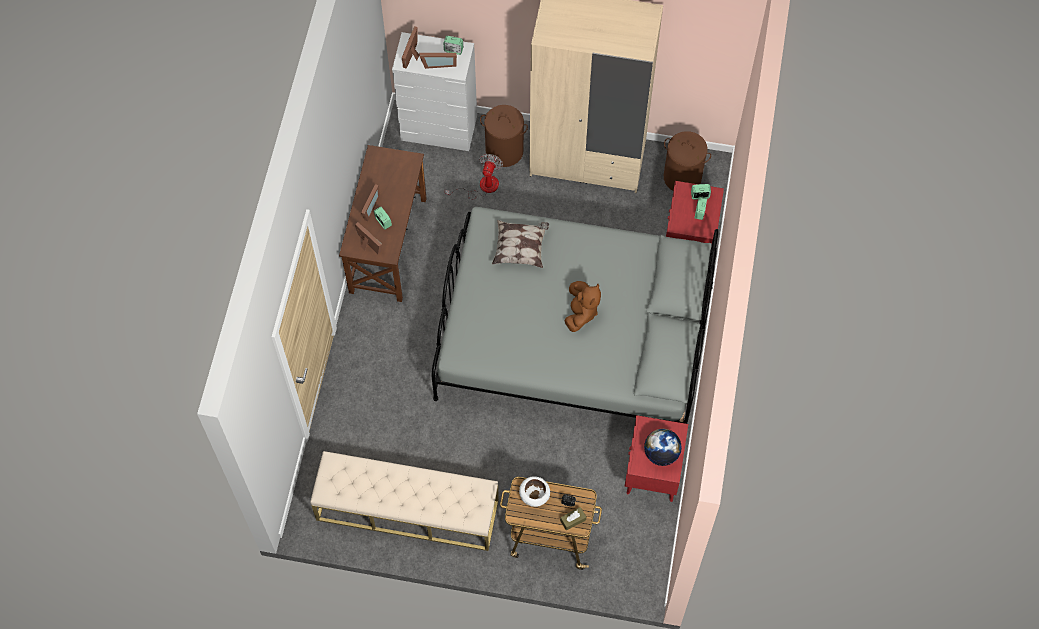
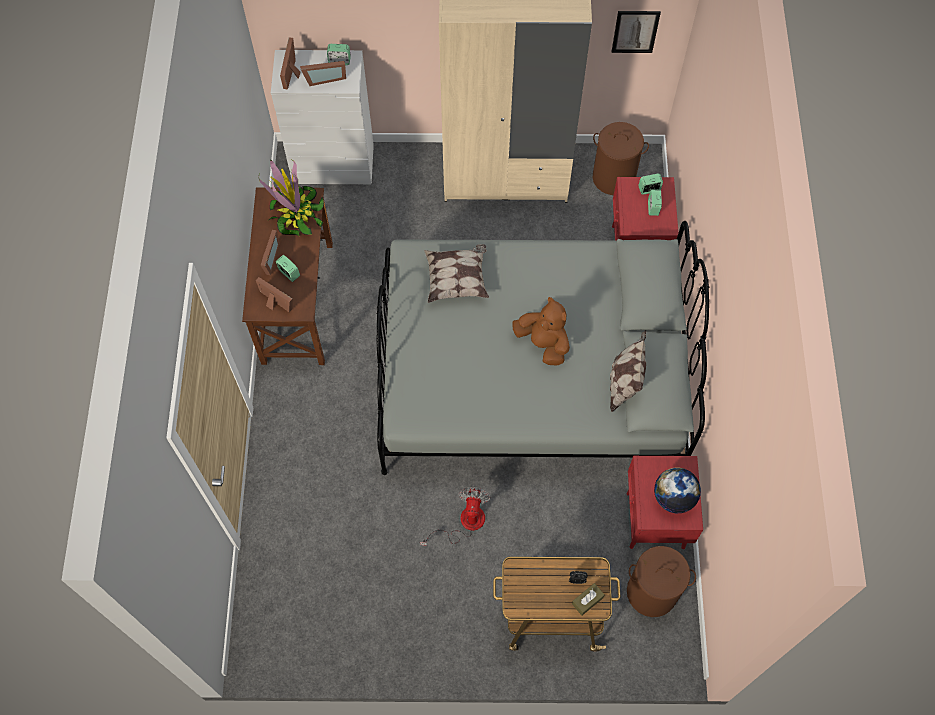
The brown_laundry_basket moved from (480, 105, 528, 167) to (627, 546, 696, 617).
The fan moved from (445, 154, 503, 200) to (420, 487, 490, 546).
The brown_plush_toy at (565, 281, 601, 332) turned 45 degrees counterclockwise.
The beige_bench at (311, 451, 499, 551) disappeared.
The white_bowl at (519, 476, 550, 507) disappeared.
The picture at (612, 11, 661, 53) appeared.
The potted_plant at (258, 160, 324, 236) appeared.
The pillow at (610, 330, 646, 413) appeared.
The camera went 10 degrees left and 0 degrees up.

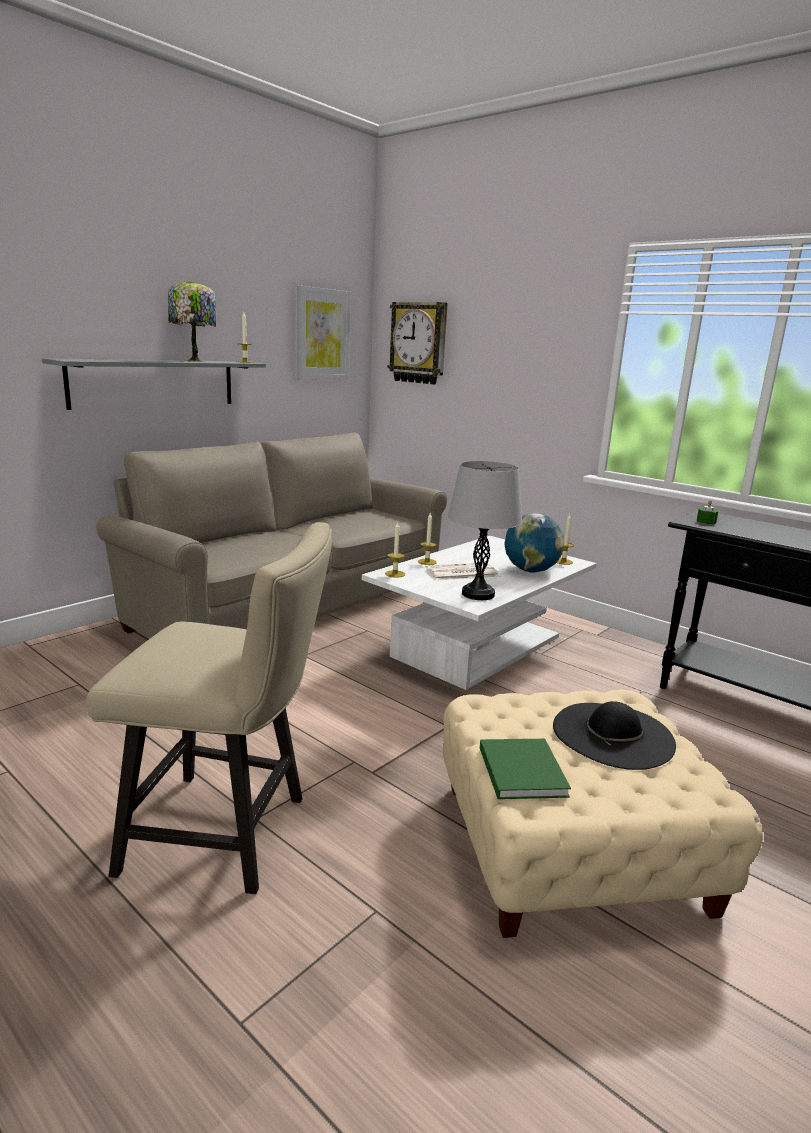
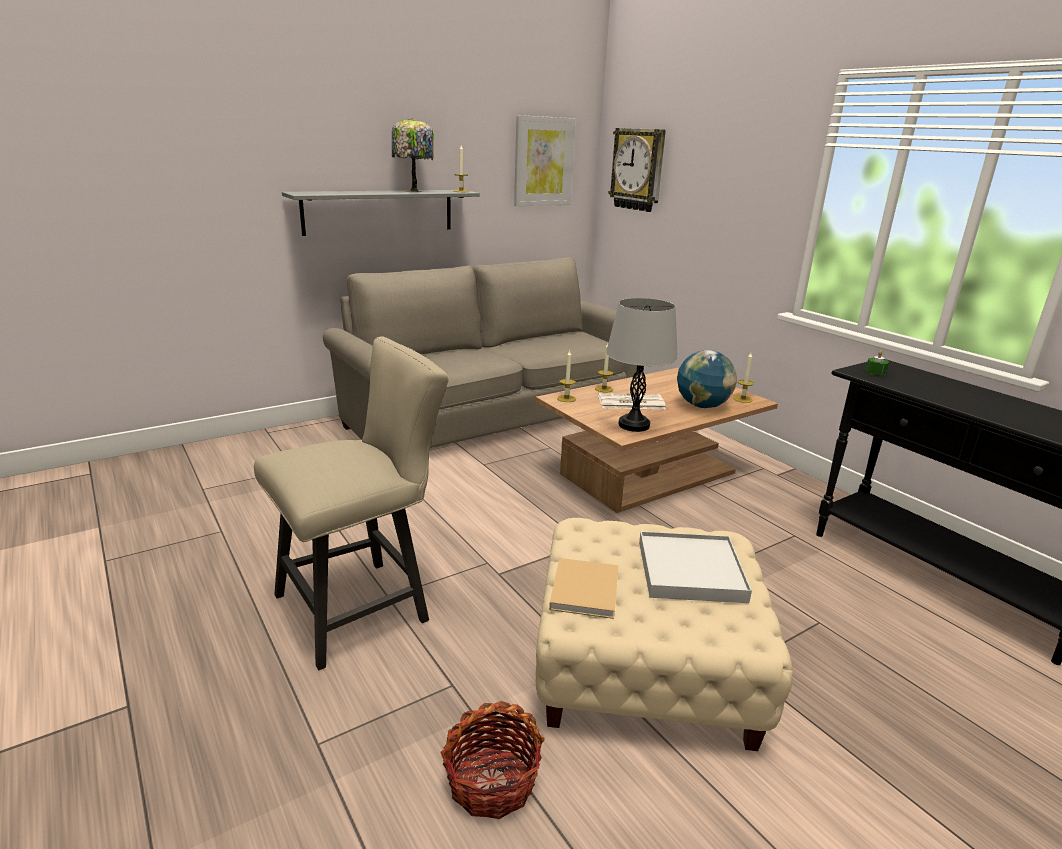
The beige_chair at (86, 522, 332, 894) turned 60 degrees counterclockwise.
The white_coffee_table at (362, 536, 597, 690) became the brown_coffee_table at (535, 367, 778, 513).
The black_hat at (553, 701, 676, 770) was replaced by the white_tray at (639, 531, 752, 603).
The green_book at (480, 739, 571, 799) became the beige_book at (549, 558, 618, 619).
The basket at (441, 701, 545, 819) appeared.
The camera went 15 degrees right and 5 degrees up.

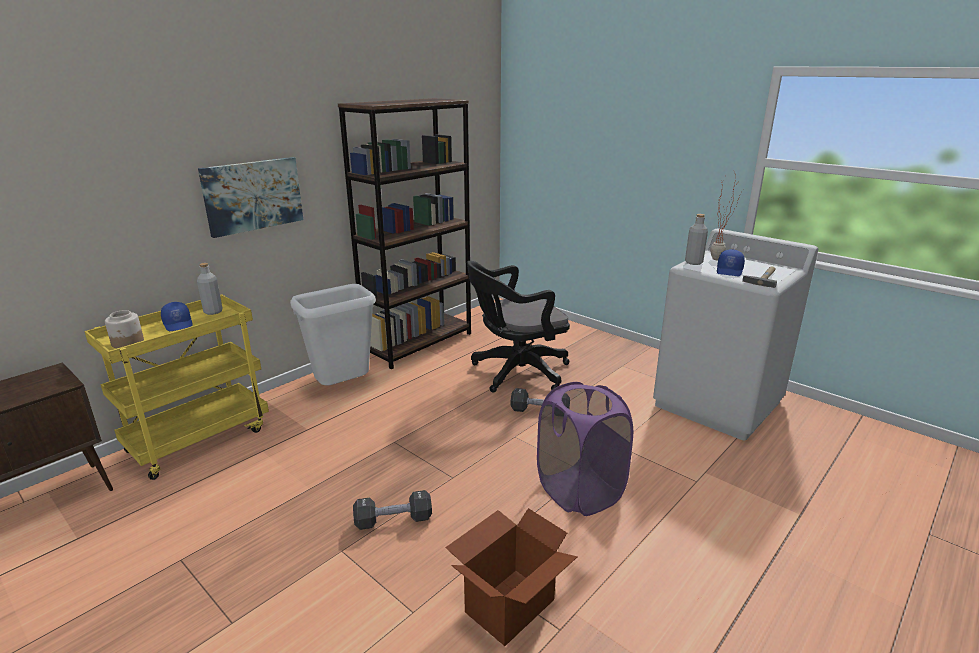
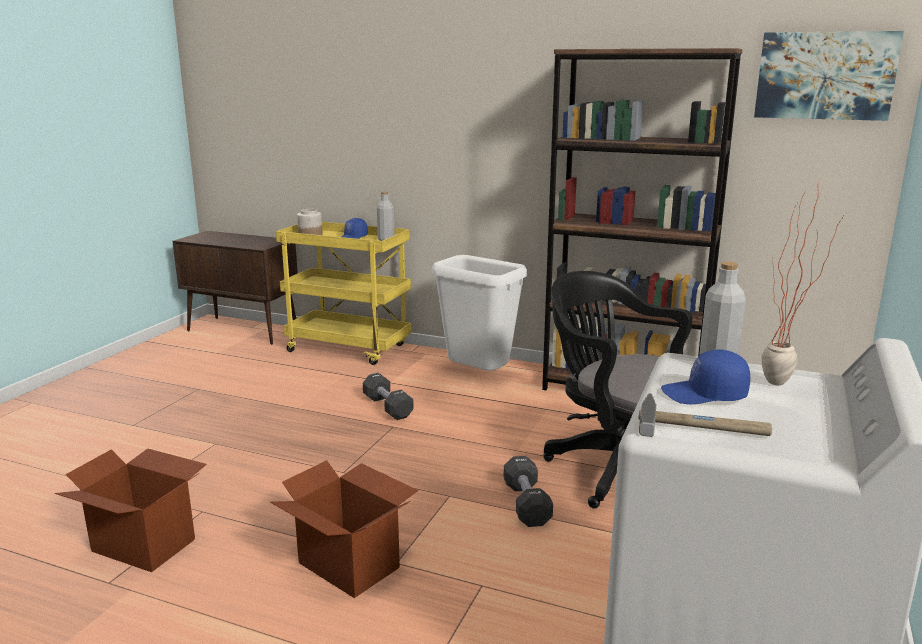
The picture moved from (198, 157, 303, 238) to (754, 31, 904, 121).
The purple_laundry_basket at (537, 382, 633, 516) was replaced by the cardboard_box at (270, 460, 418, 598).
The black_dumbbell moved from (353, 490, 432, 530) to (363, 373, 414, 420).
The camera went 70 degrees right and 5 degrees down.

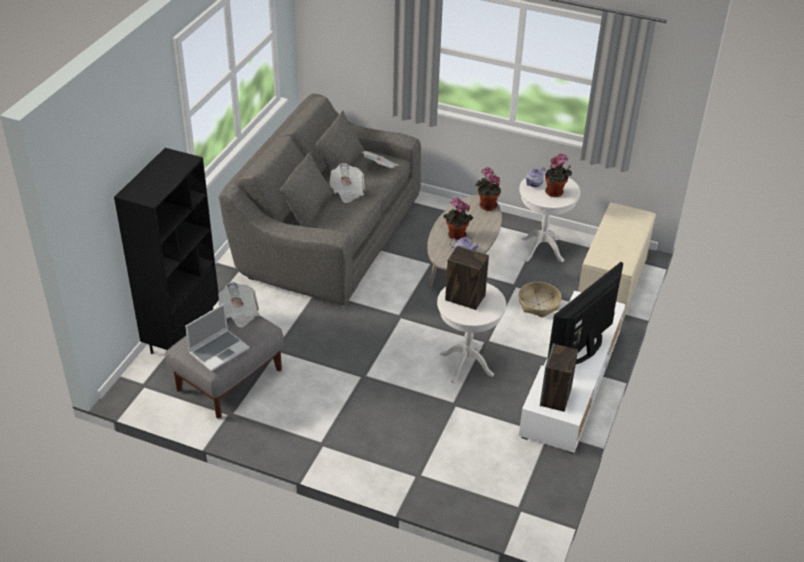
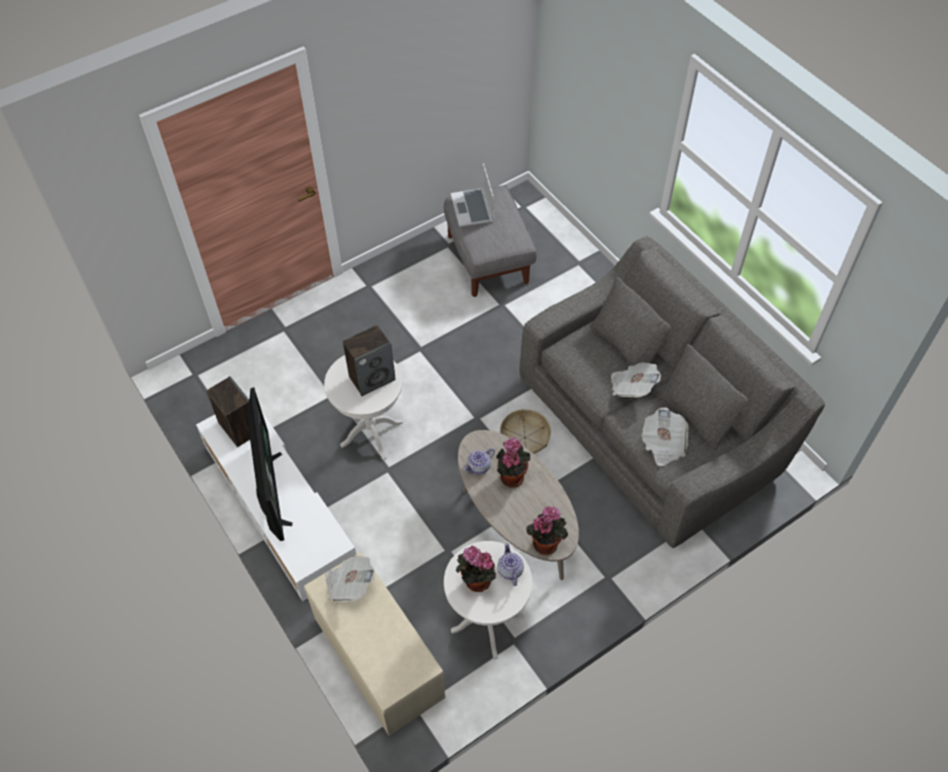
The black_bookcase at (114, 148, 219, 354) disappeared.
The newspaper moved from (218, 282, 260, 328) to (325, 555, 375, 602).
The basket moved from (518, 282, 562, 318) to (500, 409, 551, 454).
The camera went 125 degrees right and 15 degrees up.

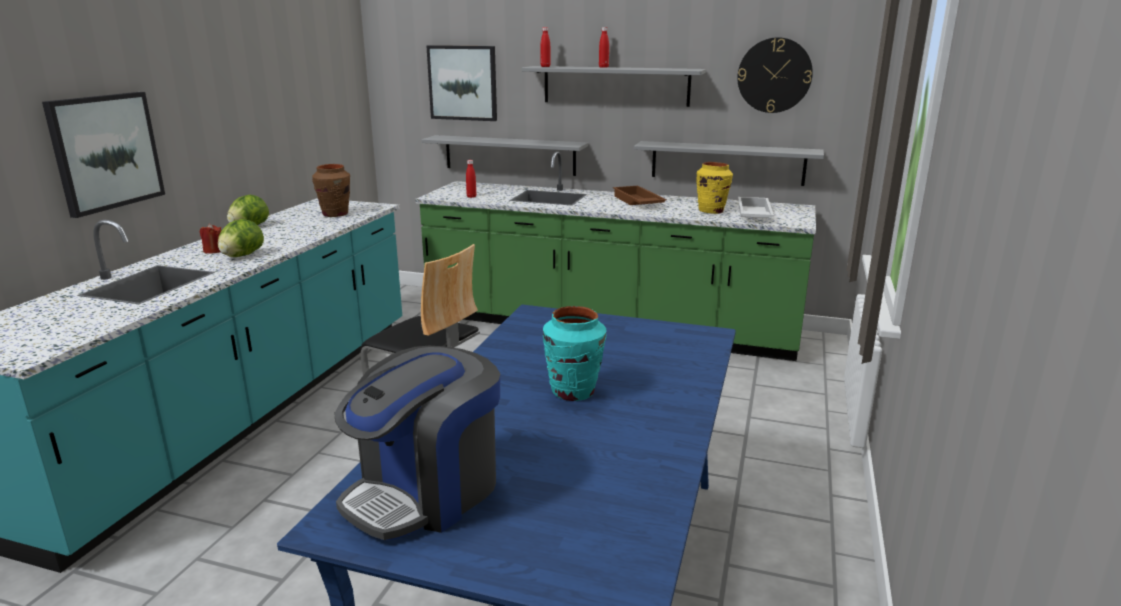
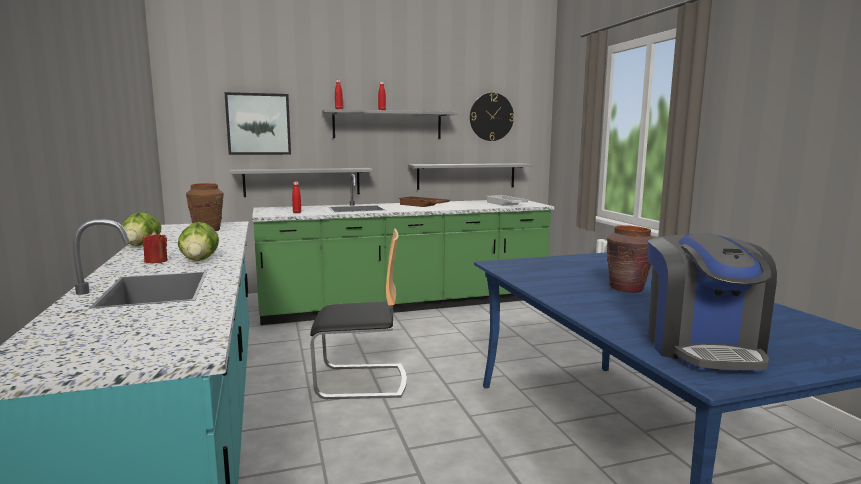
The picture at (42, 92, 165, 218) disappeared.
The yellow_vase at (696, 162, 733, 214) disappeared.
The turquoise_vase at (543, 306, 607, 401) became the brown_vase at (607, 225, 653, 293).
The camera went 35 degrees left and 10 degrees down.

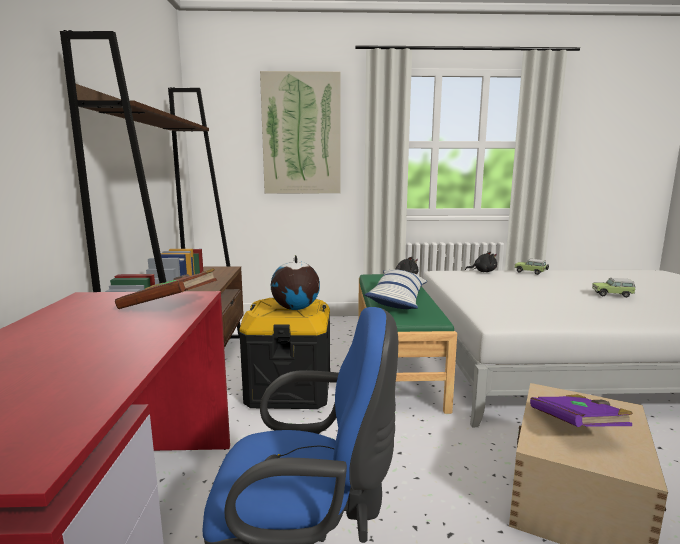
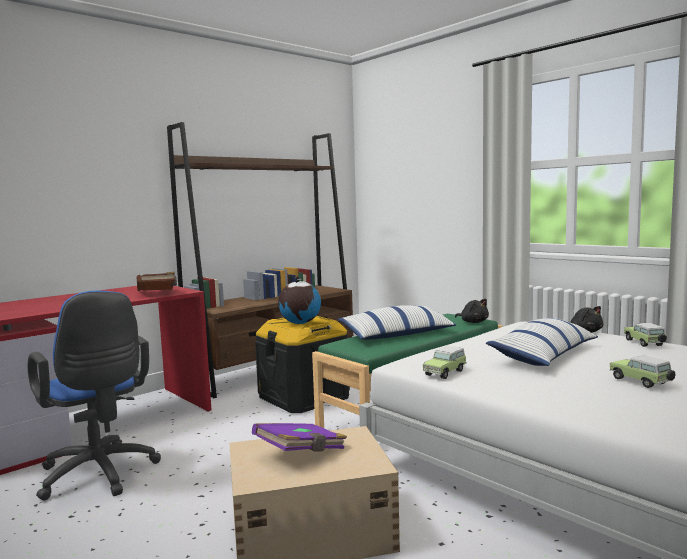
The picture at (260, 71, 341, 193) disappeared.
The pillow at (486, 318, 598, 366) appeared.
The toy_car at (423, 346, 467, 379) appeared.
The camera went 50 degrees right and 5 degrees down.

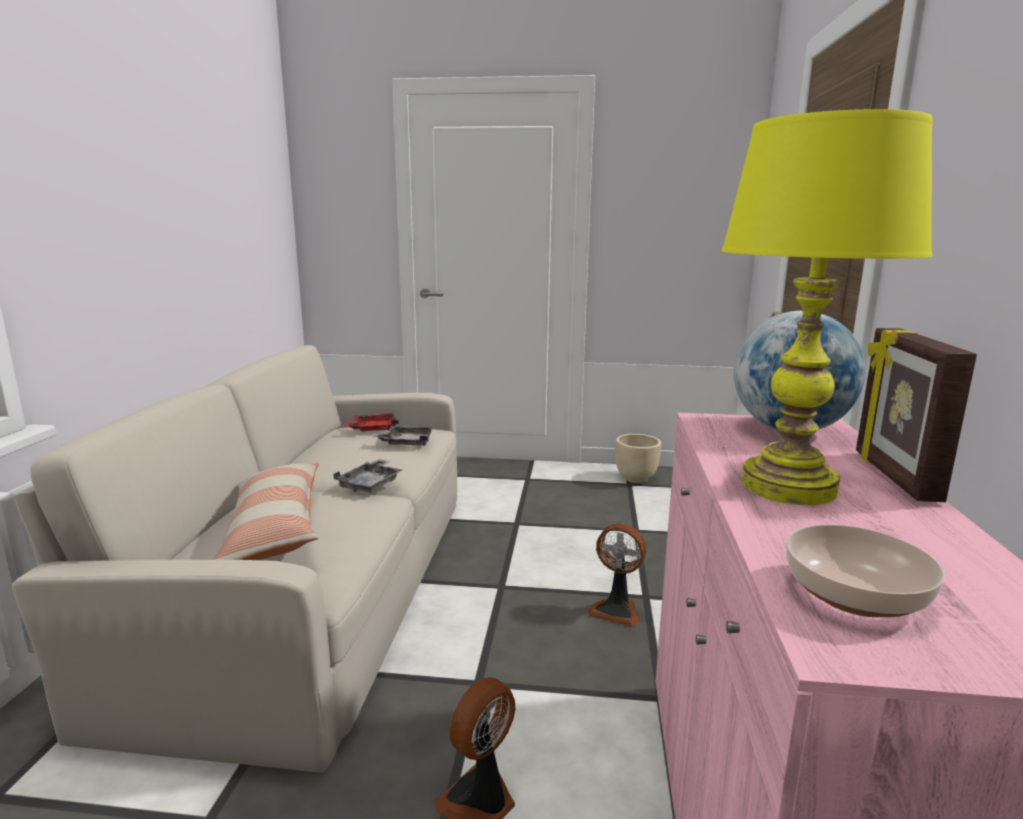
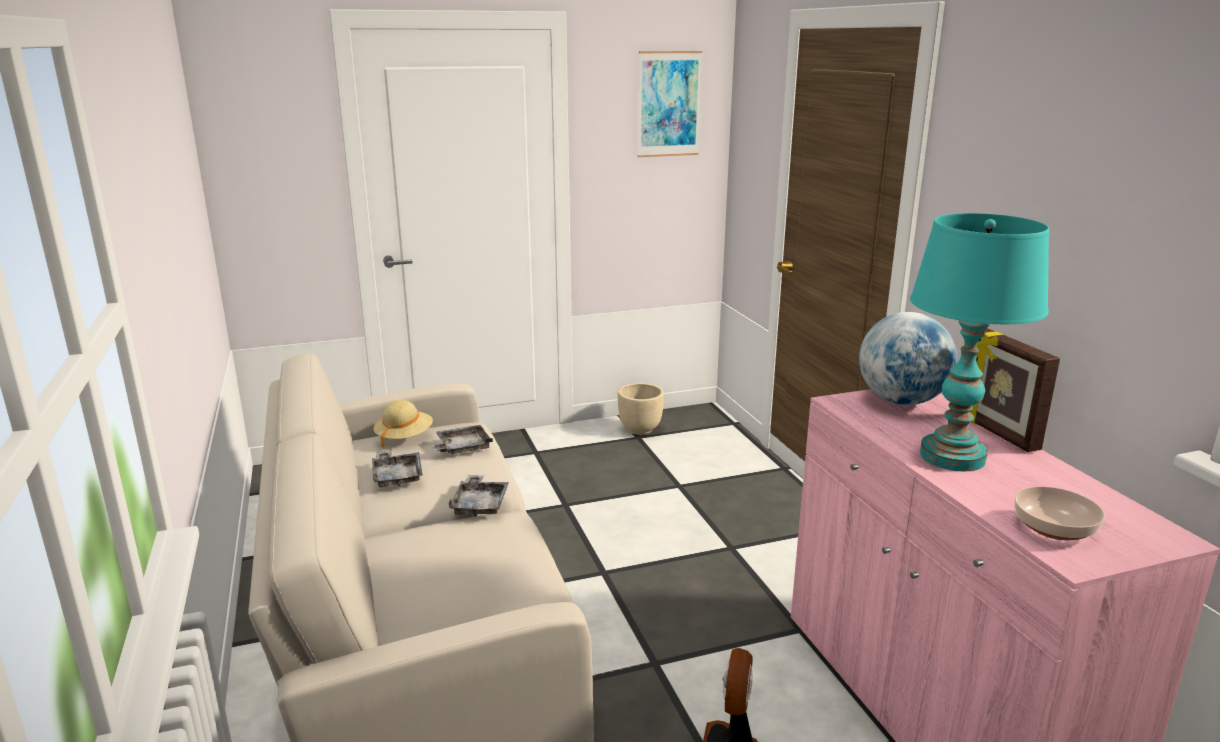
The yellow_table_lamp at (722, 109, 933, 505) became the turquoise_table_lamp at (910, 213, 1049, 471).
The red_tray at (345, 413, 399, 431) was replaced by the beige_hat at (373, 400, 433, 449).
The pillow at (213, 463, 319, 560) disappeared.
The fan at (587, 523, 646, 627) disappeared.
The picture at (638, 51, 702, 157) appeared.
The grey_tray at (372, 451, 423, 487) appeared.
The camera went 25 degrees left and 5 degrees up.

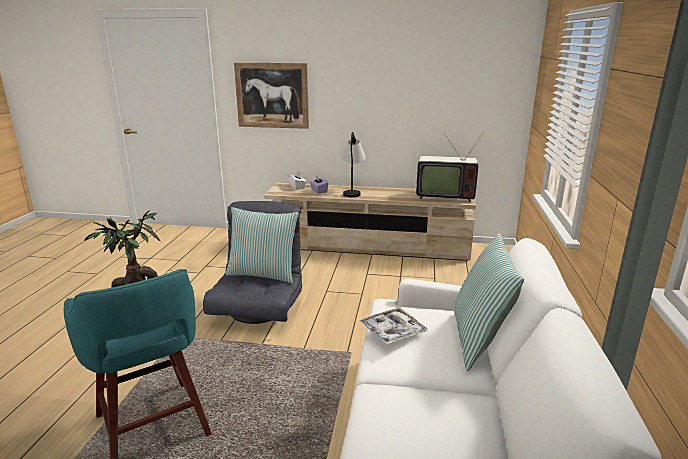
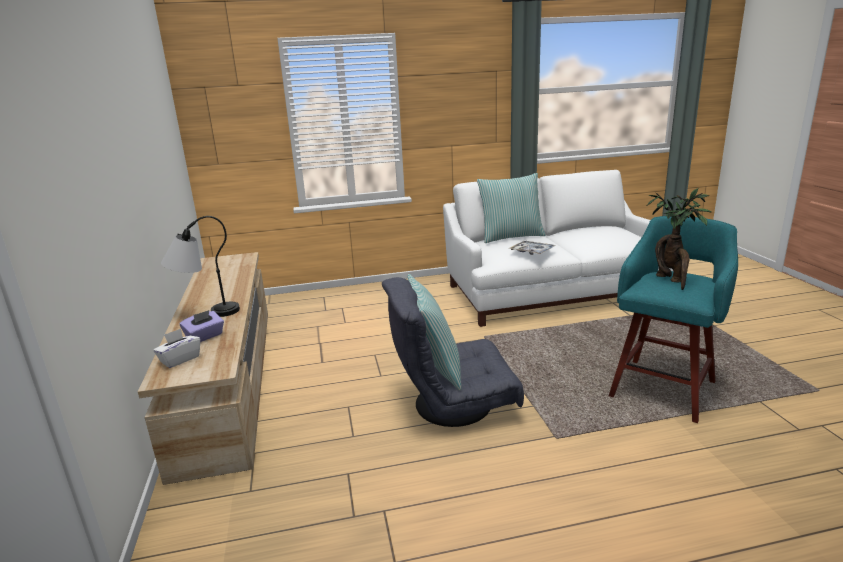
The picture at (234, 63, 309, 129) disappeared.
The television at (416, 132, 484, 202) disappeared.
The camera went 110 degrees left and 0 degrees up.

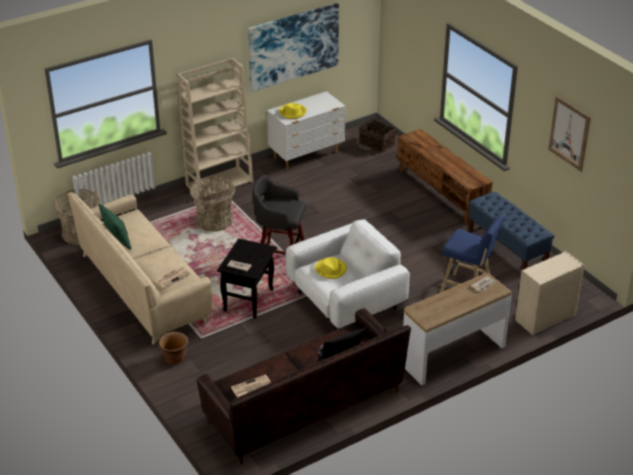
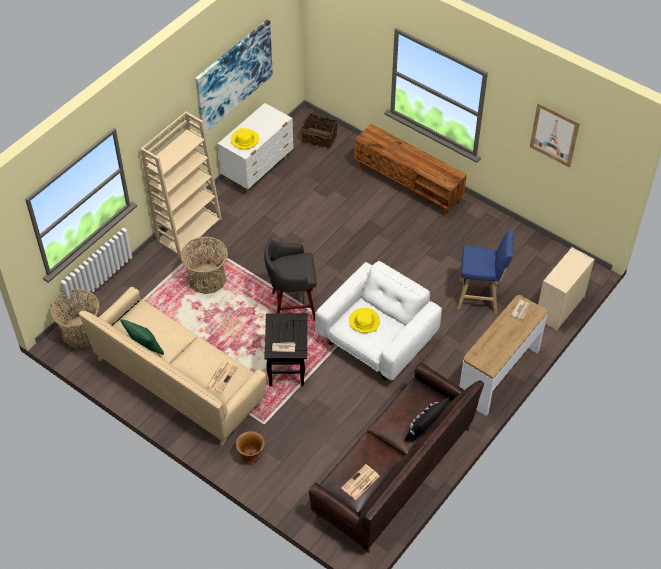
The blue_bench at (468, 192, 554, 271) disappeared.
The camera went 20 degrees left and 15 degrees up.

